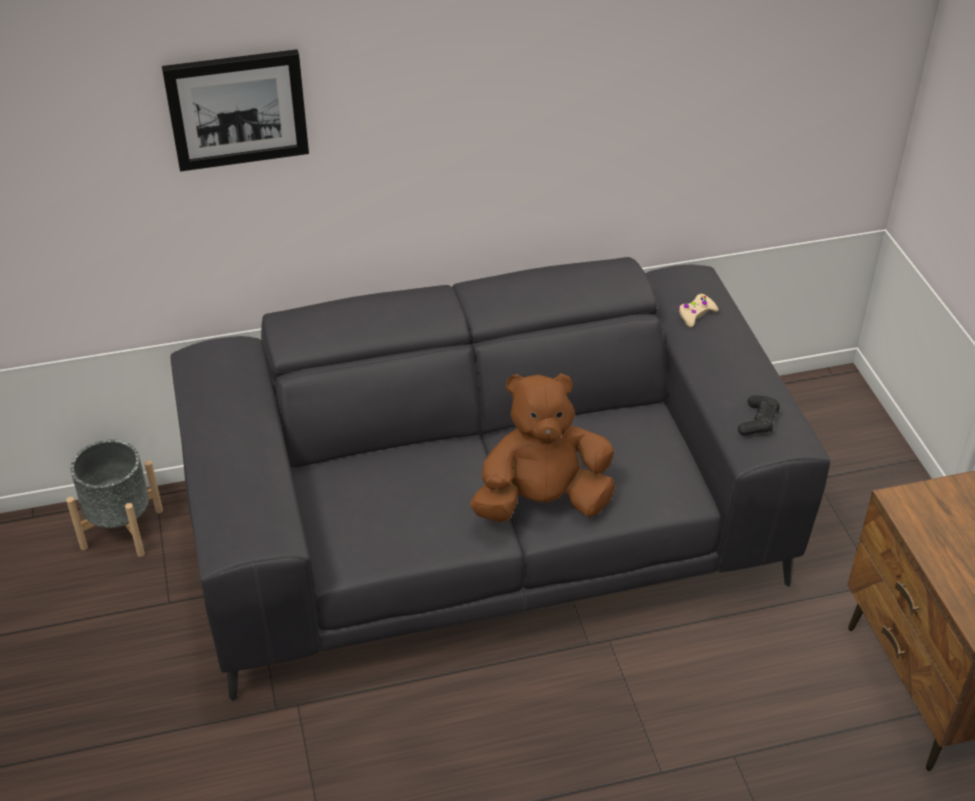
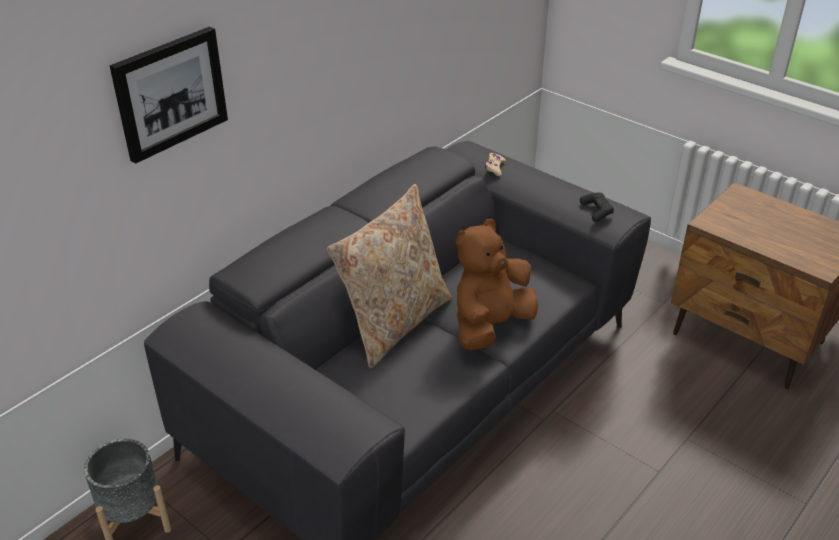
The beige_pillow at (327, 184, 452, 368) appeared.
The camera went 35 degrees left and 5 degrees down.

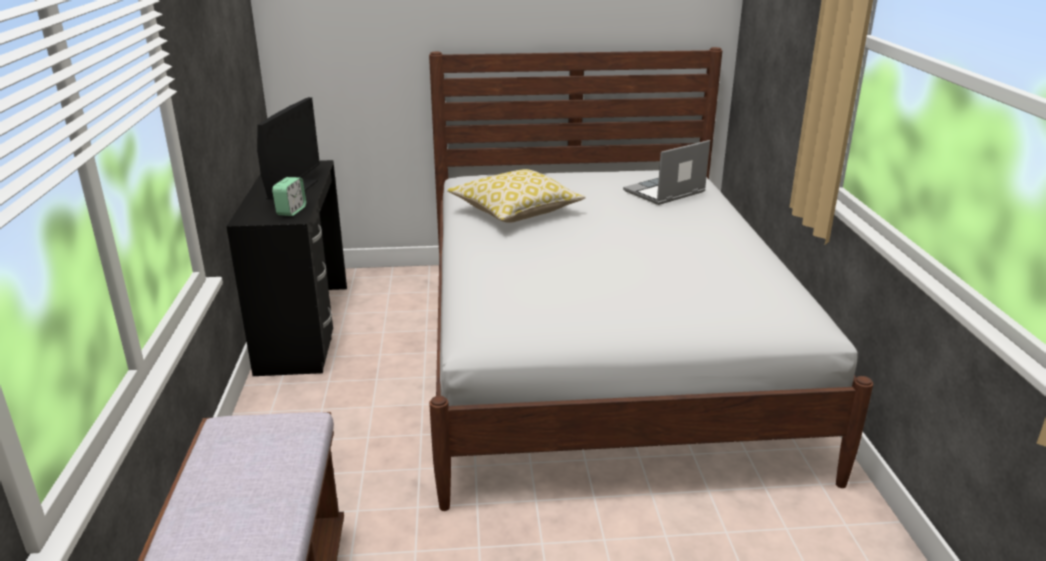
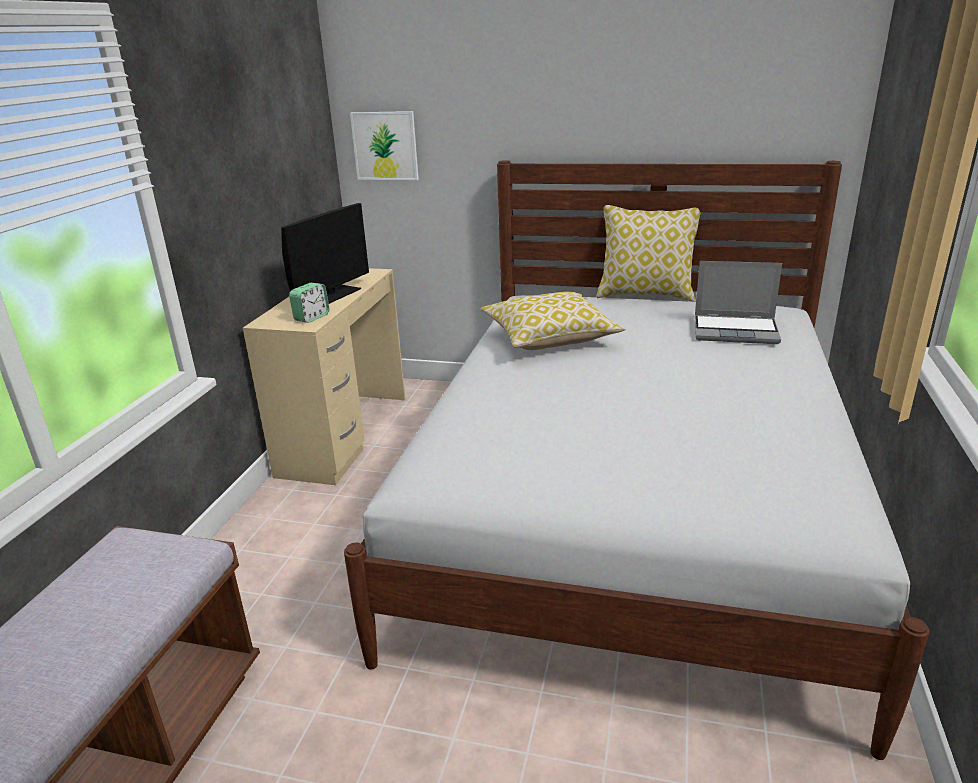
The laptop at (623, 140, 710, 205) turned 150 degrees counterclockwise.
The black_desk at (226, 160, 347, 376) became the beige_desk at (243, 268, 405, 485).
The picture at (350, 111, 419, 180) appeared.
The pillow at (597, 205, 702, 302) appeared.
The camera went 20 degrees right and 0 degrees up.

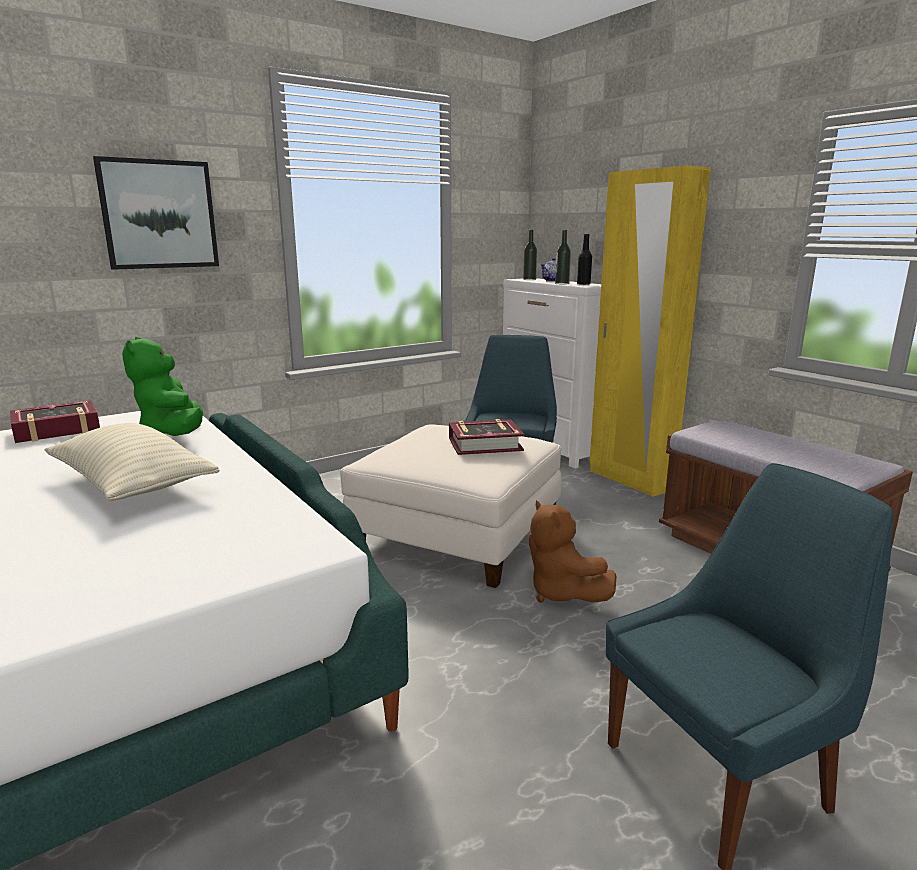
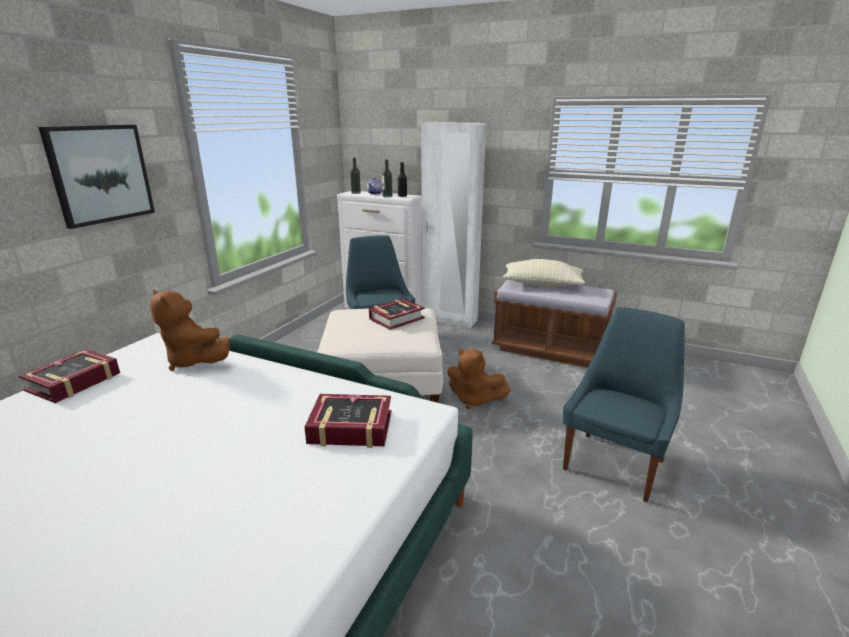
The yellow_wardrobe at (590, 165, 711, 497) became the white_wardrobe at (421, 122, 486, 328).
The green_plush_toy at (122, 337, 203, 436) became the brown_plush_toy at (150, 289, 230, 371).
The beige_pillow moved from (44, 423, 220, 501) to (503, 259, 585, 287).
The book at (305, 394, 391, 448) appeared.
The camera went 30 degrees left and 5 degrees up.

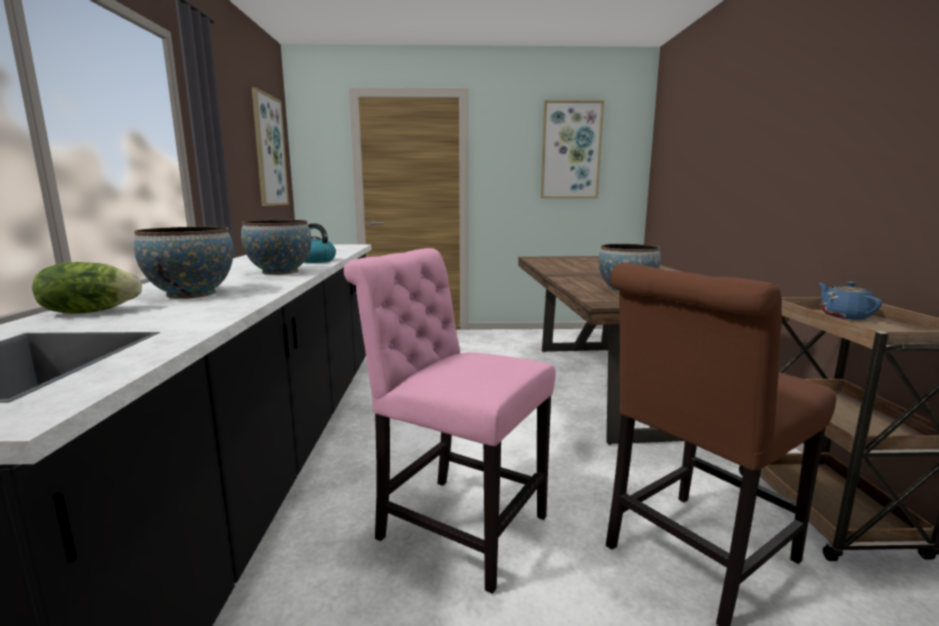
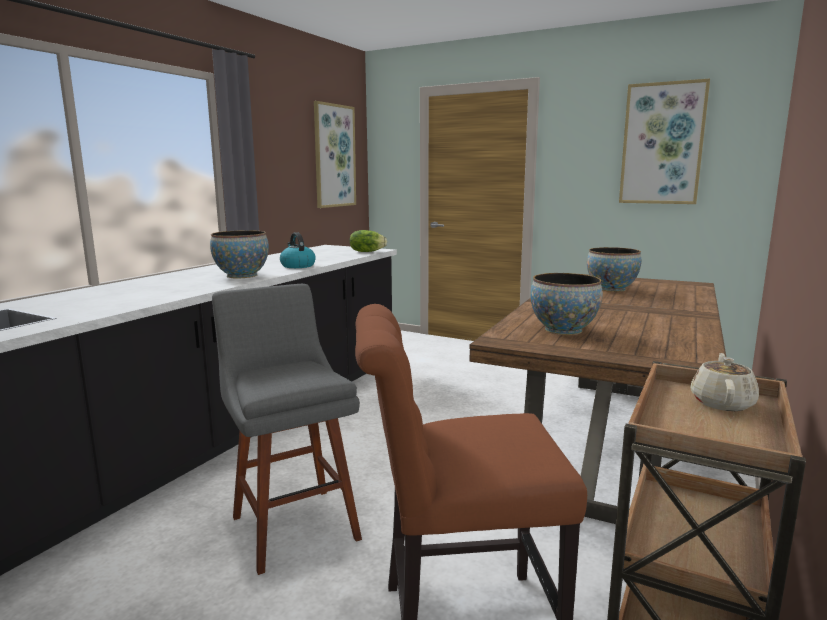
The bowl moved from (134, 227, 233, 299) to (587, 247, 641, 292).
The pink_chair at (344, 248, 555, 594) was replaced by the grey_stool at (212, 284, 362, 575).
The lettuce moved from (32, 262, 142, 314) to (349, 230, 387, 252).
The blue_teapot at (819, 282, 882, 320) became the beige_teapot at (690, 353, 759, 411).
The camera went 30 degrees right and 0 degrees up.

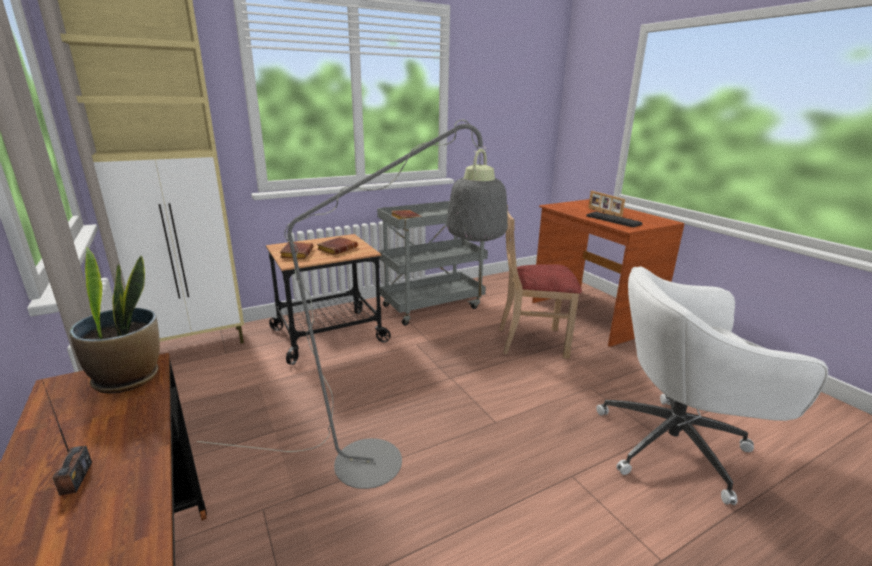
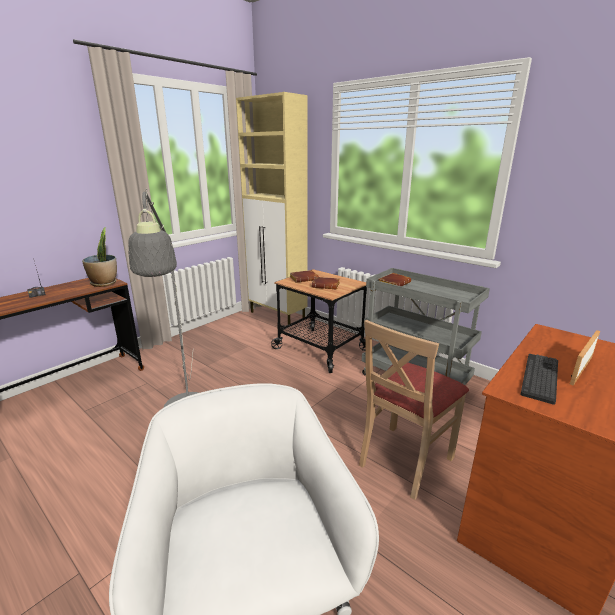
The beige_chair at (499, 205, 582, 359) turned 120 degrees counterclockwise.
The camera went 70 degrees right and 0 degrees up.

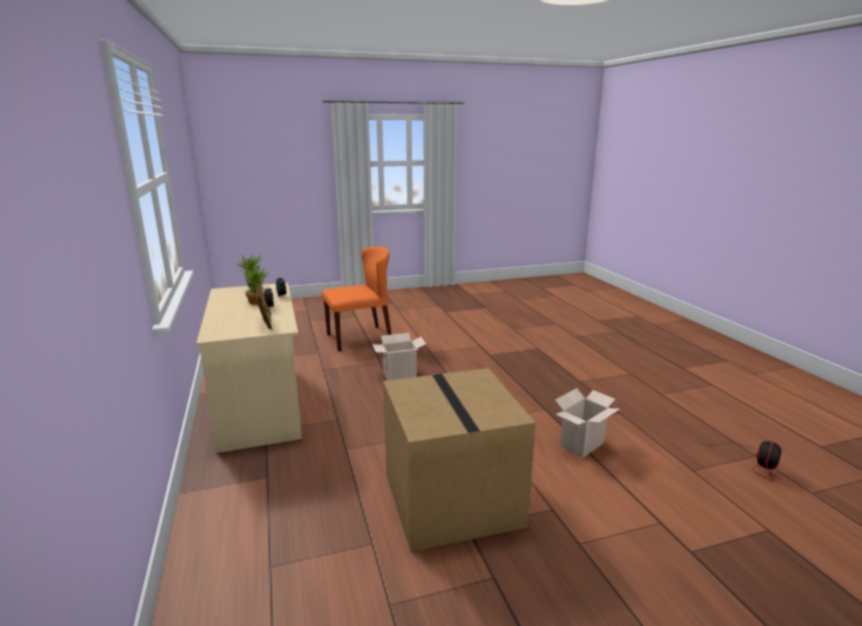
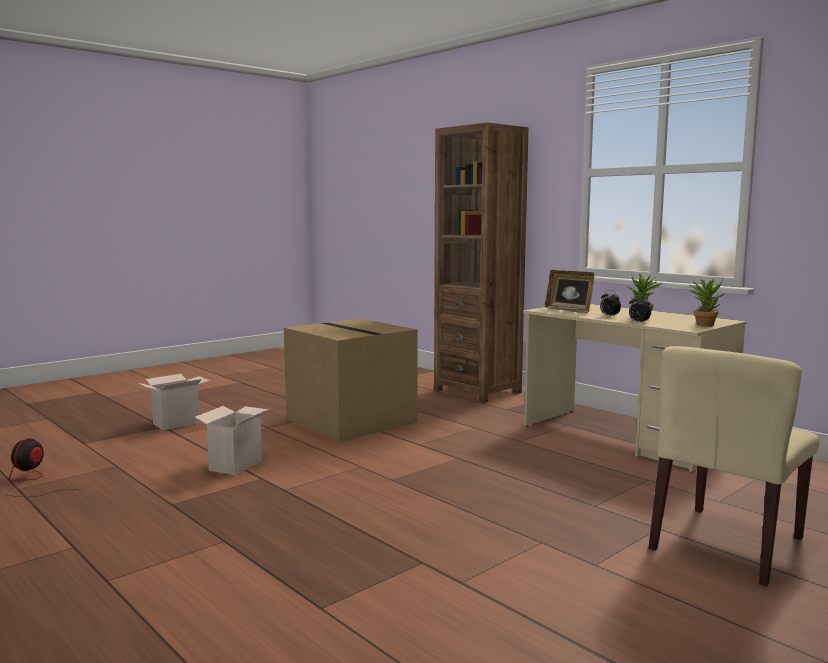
The orange_chair at (321, 247, 392, 351) became the beige_chair at (649, 346, 819, 587).
The cardboard_box moved from (372, 333, 426, 381) to (138, 374, 210, 430).
The brown_bookcase at (434, 122, 529, 403) appeared.
The camera went 155 degrees right and 10 degrees down.

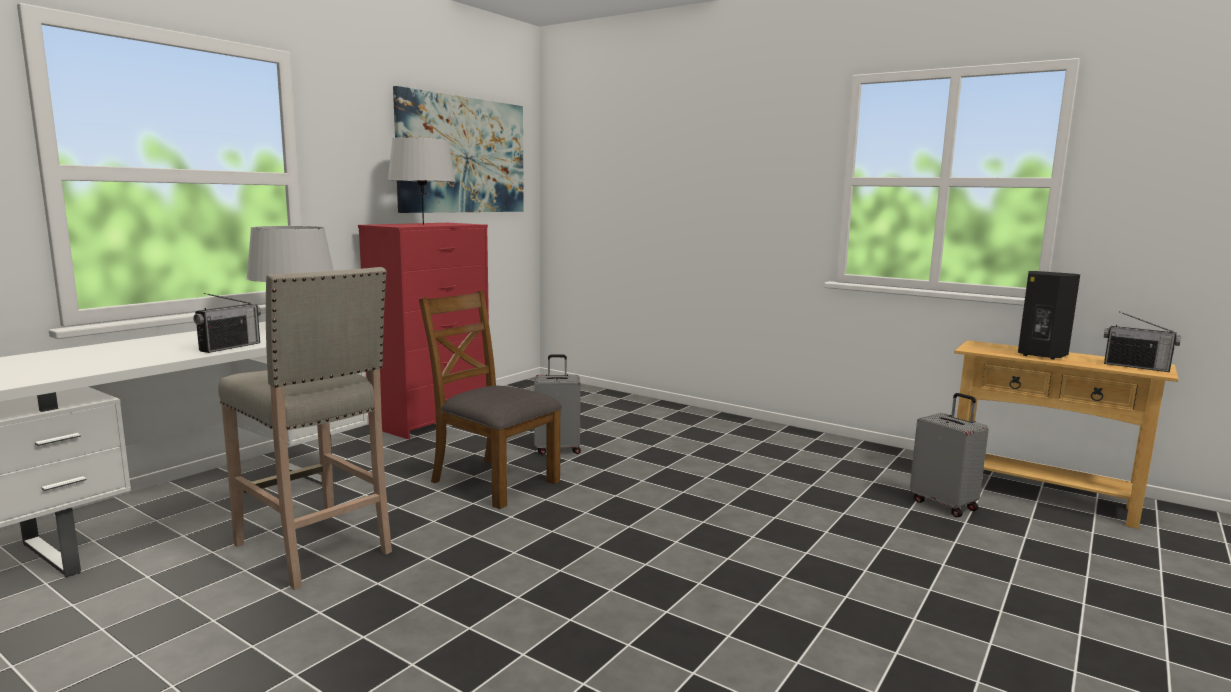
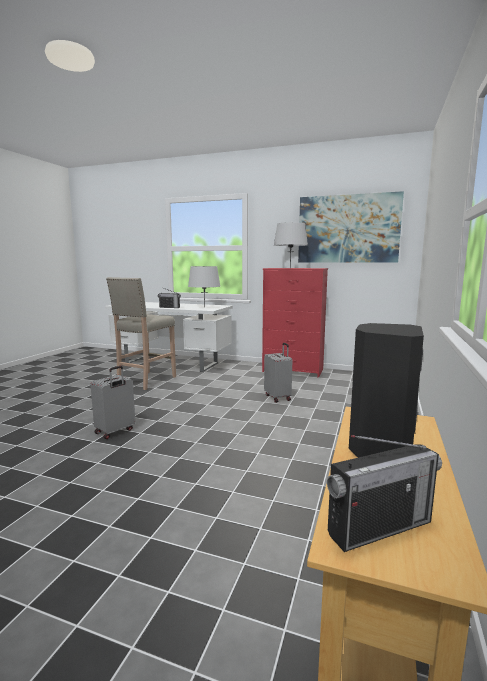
The brown_chair at (419, 290, 562, 509) disappeared.
The radio at (1104, 311, 1181, 372) turned 135 degrees counterclockwise.
The grey_suitcase moved from (910, 393, 989, 517) to (90, 366, 135, 439).
The camera went 75 degrees right and 0 degrees up.

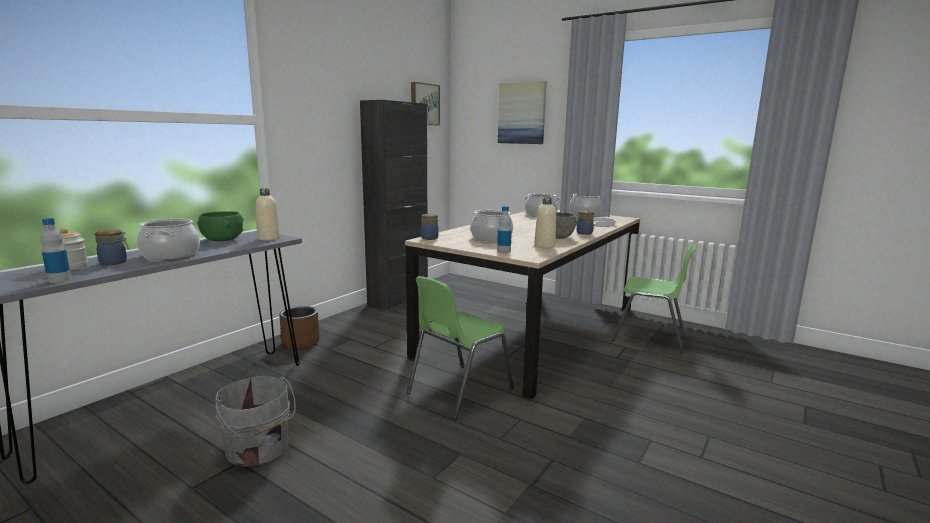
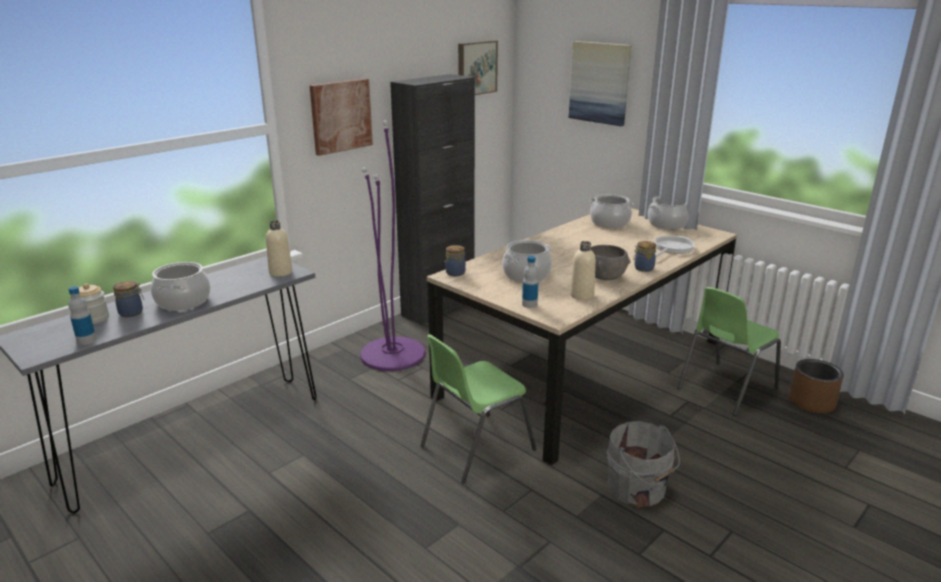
The green_bowl at (197, 211, 243, 242) disappeared.
The green_chair at (612, 244, 696, 352) turned 105 degrees clockwise.
The brown_planter moved from (279, 306, 320, 349) to (789, 359, 844, 413).
The grey_bucket moved from (215, 376, 296, 467) to (607, 421, 680, 507).
The picture at (309, 78, 373, 156) appeared.
The purple_floor_lamp at (360, 120, 425, 371) appeared.
The camera went 10 degrees right and 10 degrees up.

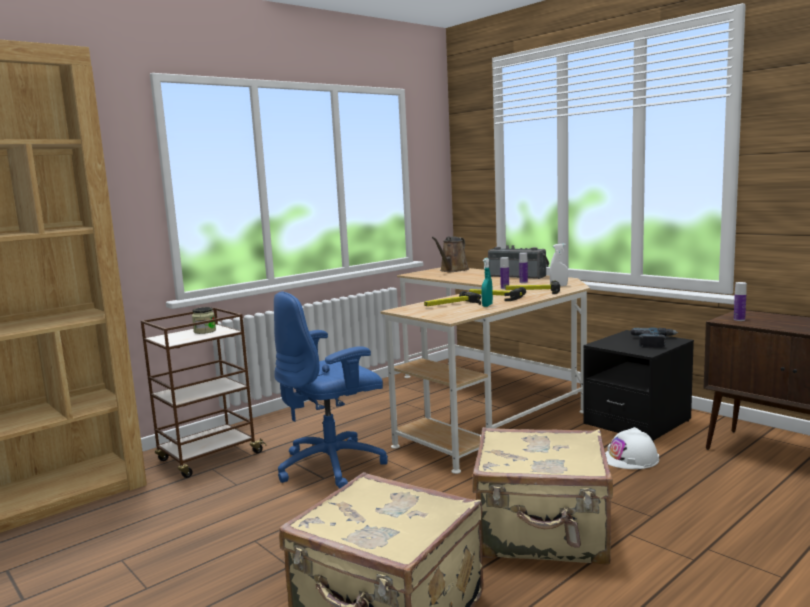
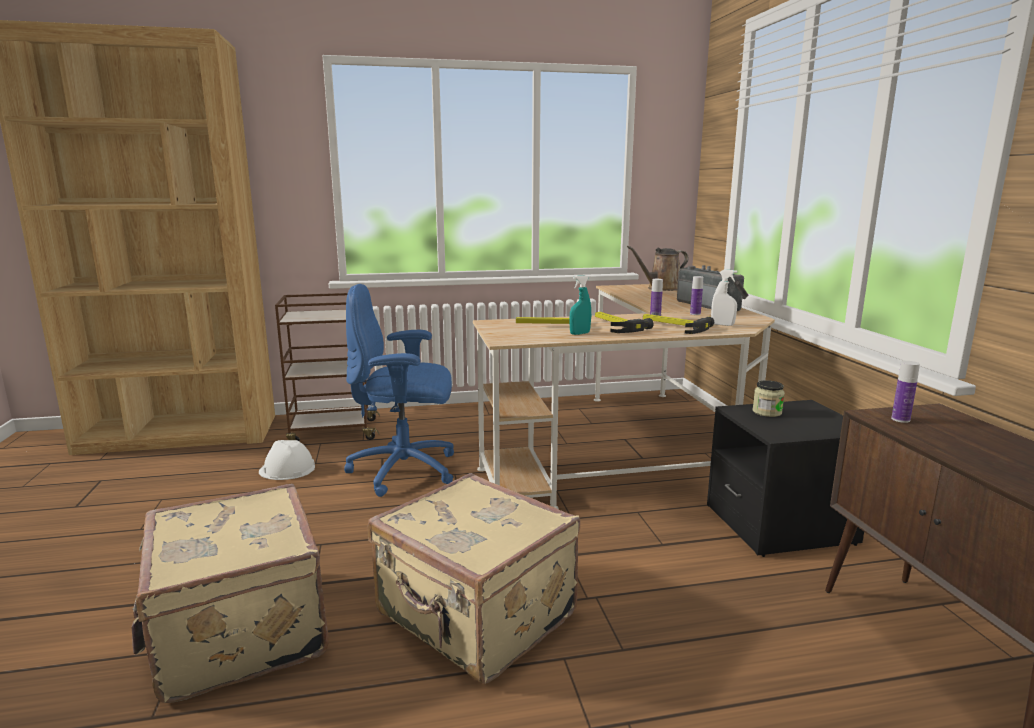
The jar moved from (192, 307, 216, 334) to (753, 380, 785, 417).
The power_drill at (631, 328, 678, 348) disappeared.
The white_hard_hat moved from (605, 427, 659, 469) to (259, 440, 315, 480).
The camera went 30 degrees right and 5 degrees up.

